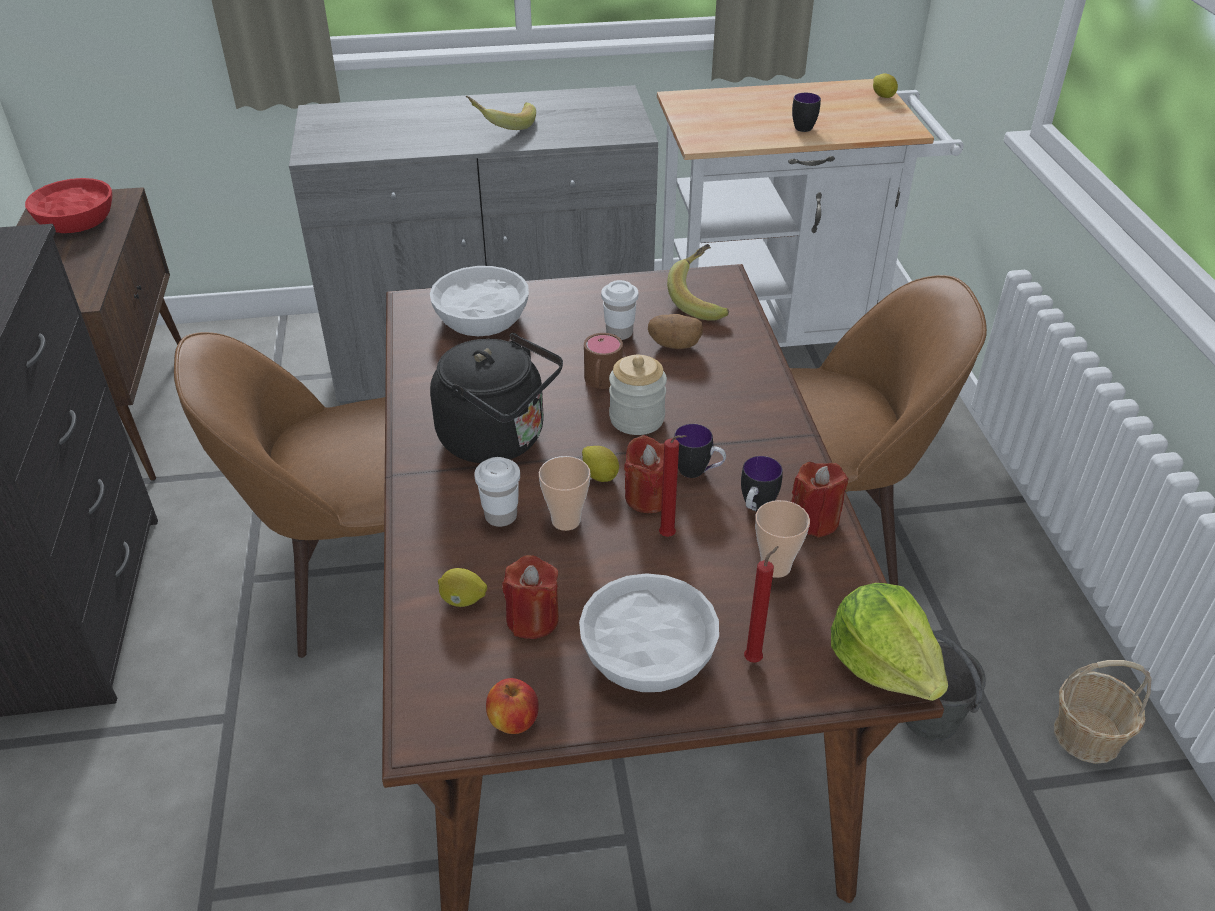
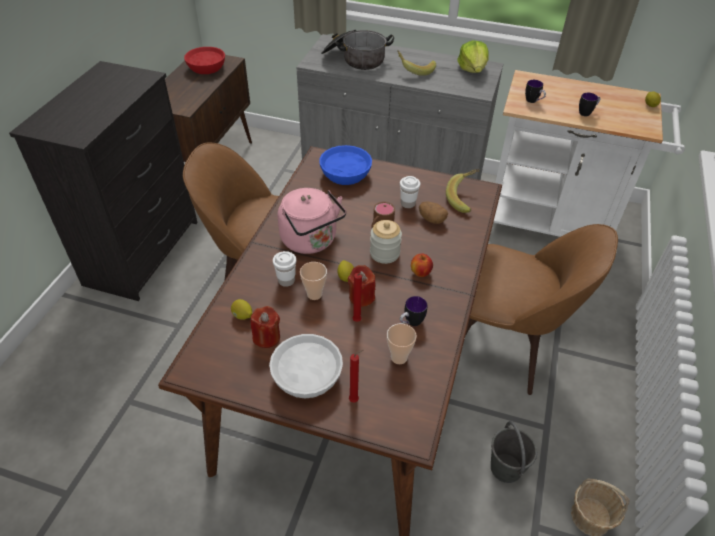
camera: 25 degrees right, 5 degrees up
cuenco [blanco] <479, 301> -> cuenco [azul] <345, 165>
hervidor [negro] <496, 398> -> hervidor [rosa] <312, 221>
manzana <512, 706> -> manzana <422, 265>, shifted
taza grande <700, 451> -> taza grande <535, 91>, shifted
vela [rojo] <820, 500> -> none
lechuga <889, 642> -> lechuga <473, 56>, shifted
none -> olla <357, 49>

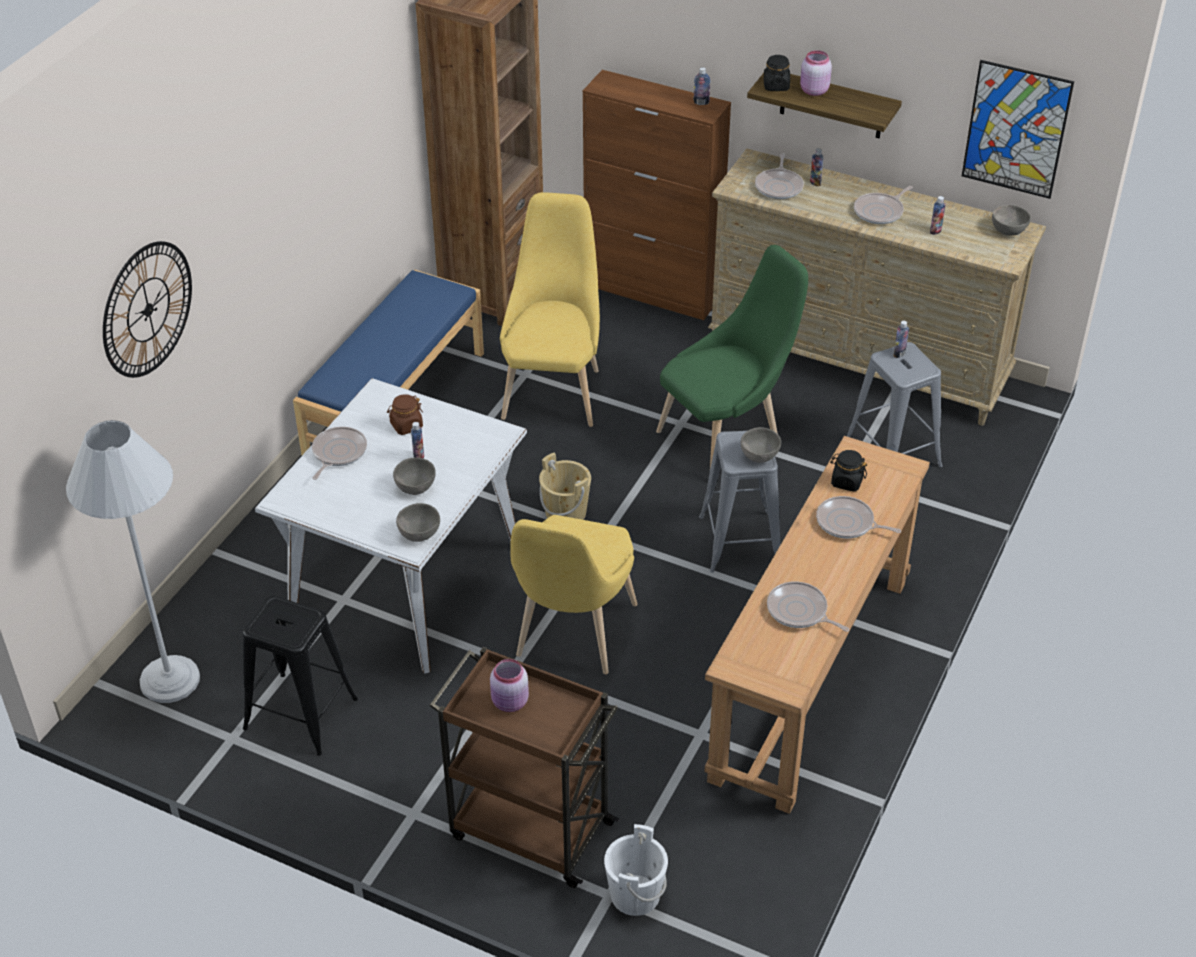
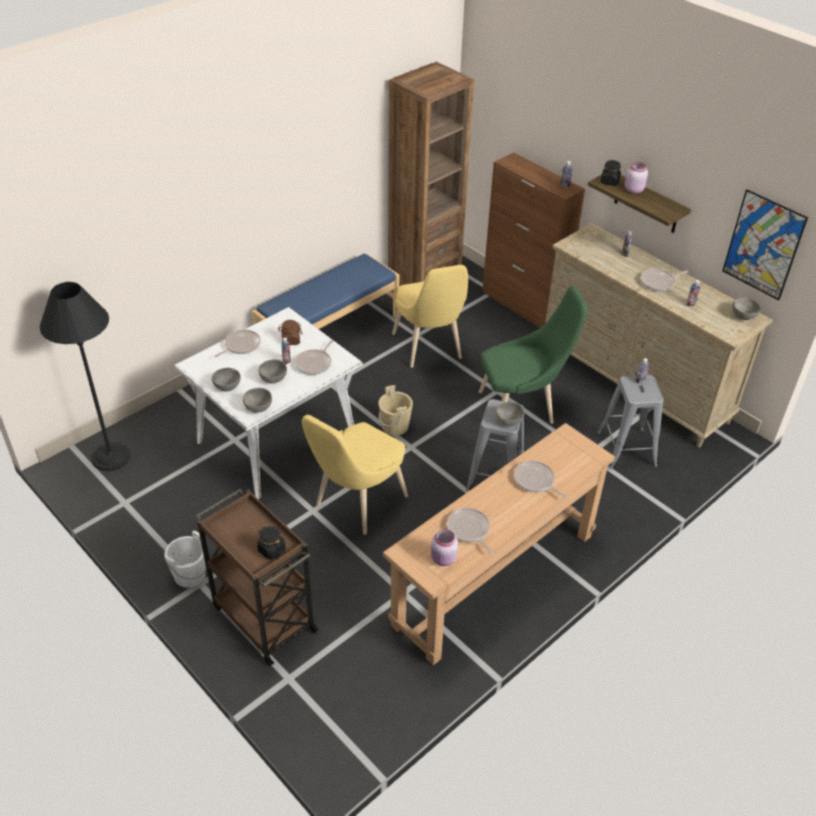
camera: 20 degrees right, 0 degrees up
lámpara de pie [blanco] <133, 561> -> lámpara de pie [negro] <85, 376>
reloj de pared <147, 309> -> none
taburete [negro] <300, 676> -> none
tarro [rosa] <509, 685> -> tarro [rosa] <444, 547>, shifted
silla [amarillo] <550, 309> -> silla [amarillo] <430, 316>, 135 degrees clockwise
cubo [blanco] <636, 870> -> cubo [blanco] <185, 559>, shifted
sartén <779, 176> -> sartén <314, 357>, shifted
tarro [negro] <848, 470> -> tarro [negro] <271, 543>, shifted
none -> cuenco [gris] <226, 379>

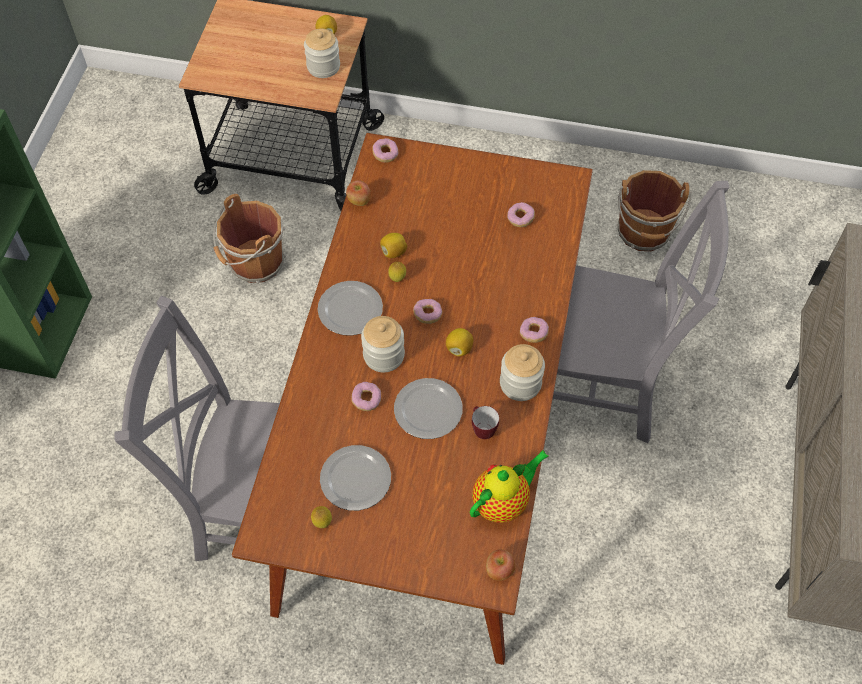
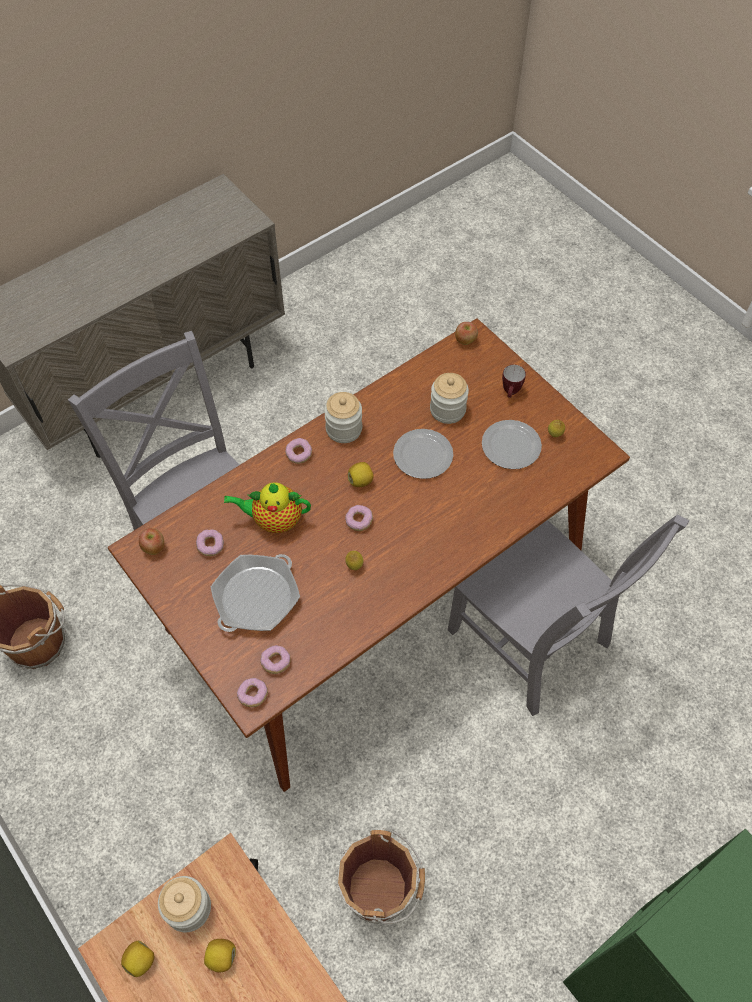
camera: 140 degrees left, 0 degrees up
plato <350, 308> -> none
manzana <358, 193> -> manzana <151, 541>, shifted
rosquilla <366, 396> -> rosquilla <275, 659>, shifted
tarro <383, 344> -> tarro <449, 398>, shifted
limón <393, 245> -> limón <220, 955>, shifted
tetera <509, 486> -> tetera <267, 507>, shifted
taza grande <485, 422> -> taza grande <514, 381>, shifted
none -> sartén <255, 593>

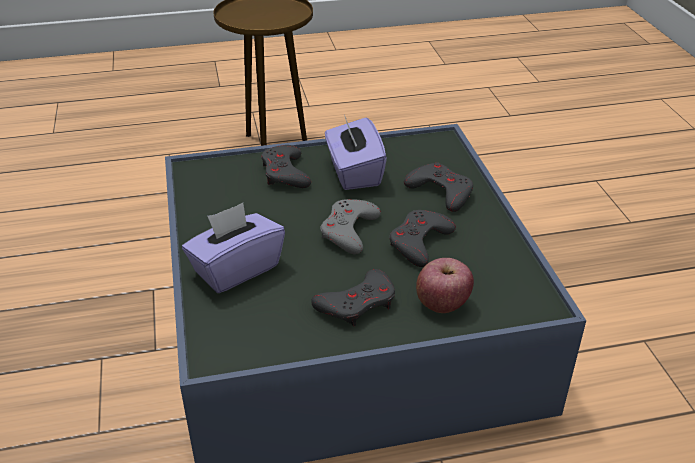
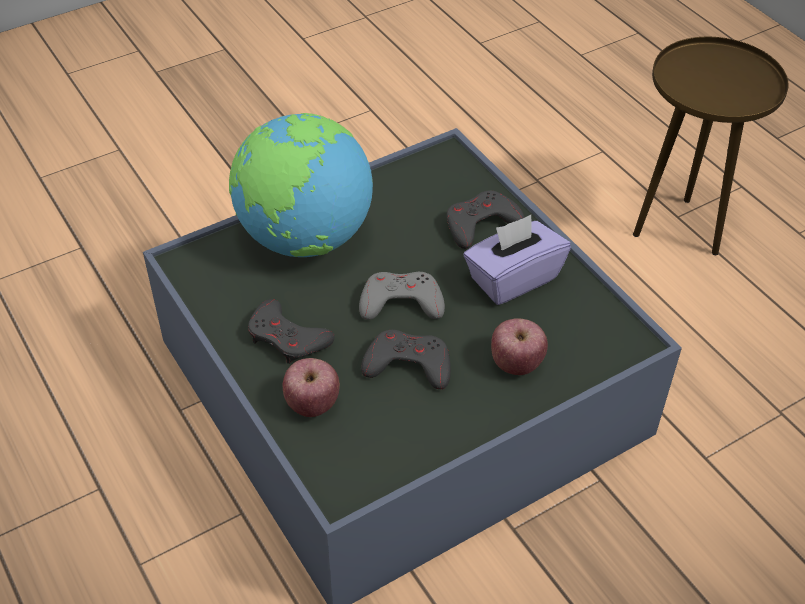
camera: 70 degrees right, 10 degrees up
caja de pañuelos [morado] <233, 248> -> globo terráqueo <301, 185>
mando de consola [gris] <438, 187> -> manzana <519, 346>

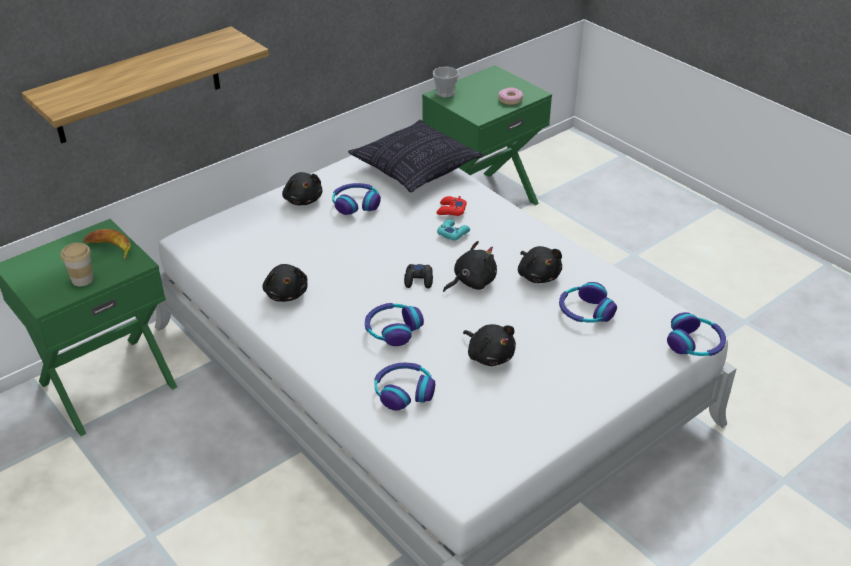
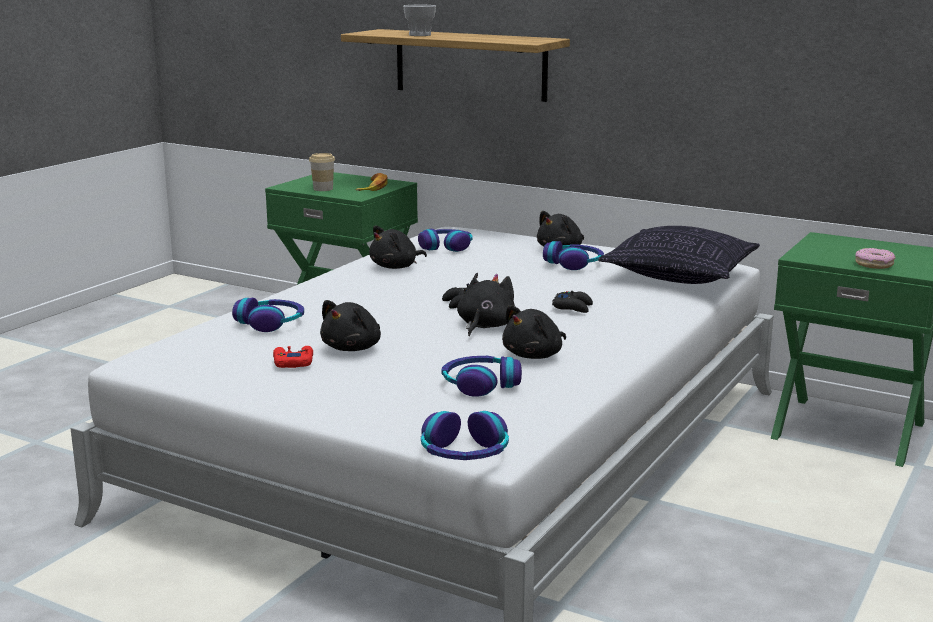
camera: 70 degrees right, 20 degrees down
auriculares <394, 324> -> auriculares <445, 240>, shifted
taza <446, 82> -> taza <419, 20>, shifted
mando de consola [rojo] <452, 206> -> mando de consola [rojo] <293, 357>, shifted
mando de consola [turquesa] <453, 230> -> mando de consola [negro] <572, 302>
peluche [negro] <470, 266> -> peluche [negro] <486, 304>, 105 degrees counterclockwise

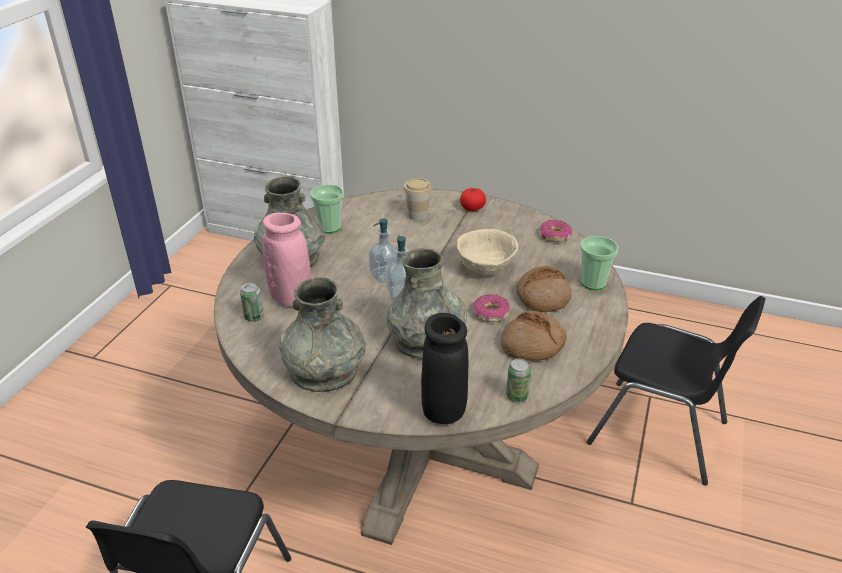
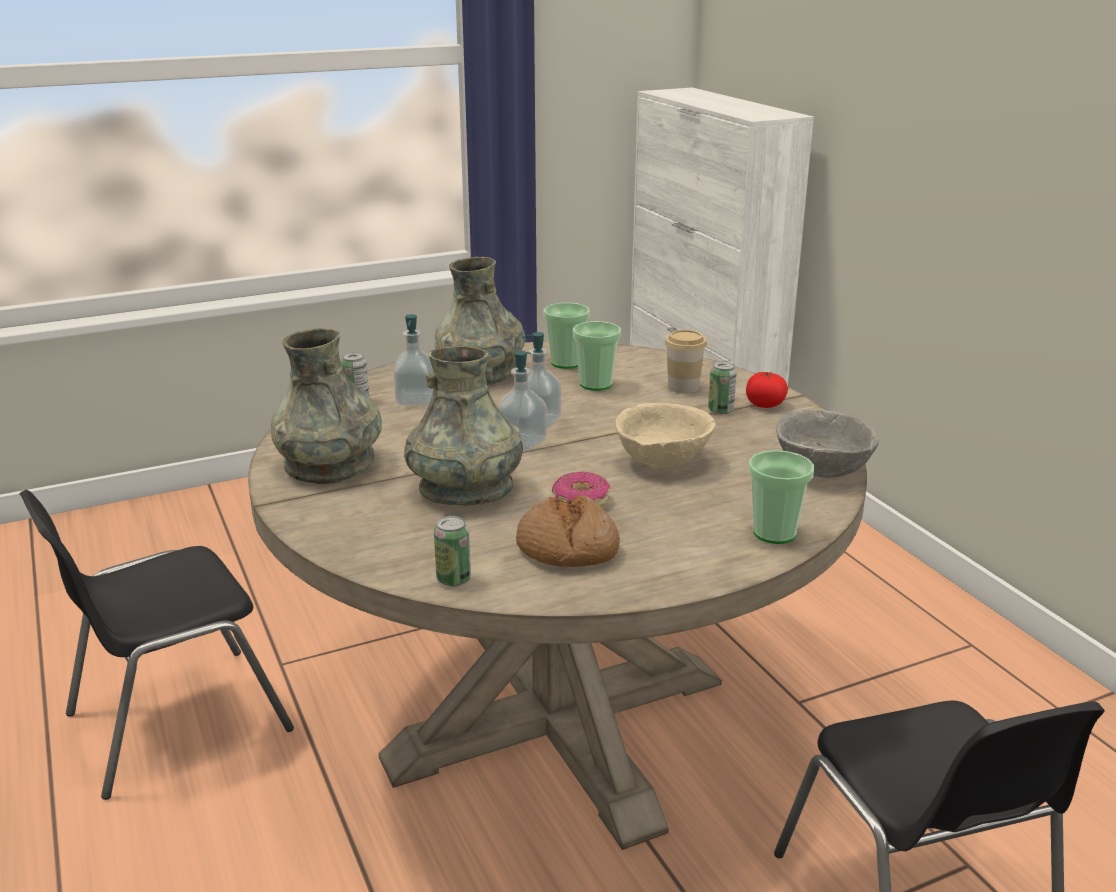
camera: 45 degrees right, 10 degrees down
florero [rosa] <287, 260> -> dispensador de jabón <413, 360>
florero [negro] <444, 368> -> none
pan <544, 289> -> none
rosquilla <556, 231> -> cuenco [gris] <827, 443>
none -> taza <597, 356>
none -> lata <722, 387>

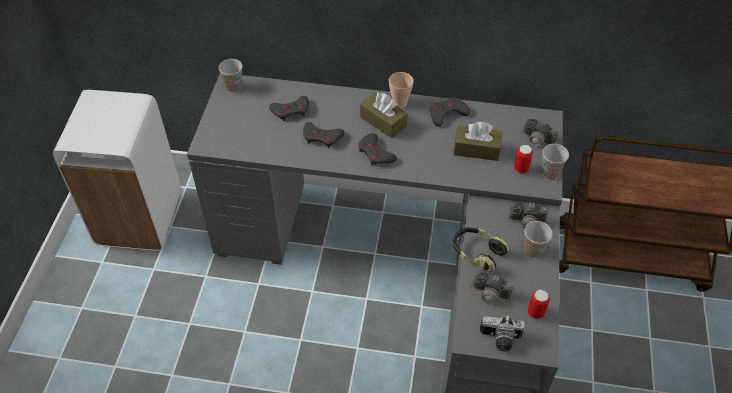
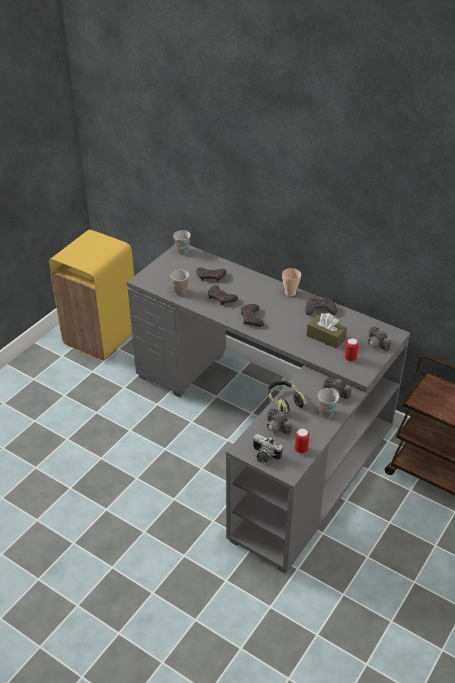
camera: 25 degrees right, 10 degrees down
papelera [blanco] <117, 170> -> papelera [amarillo] <91, 295>
caja de pañuelos [marrón] <384, 115> -> none
taza <555, 161> -> taza <180, 283>, shifted

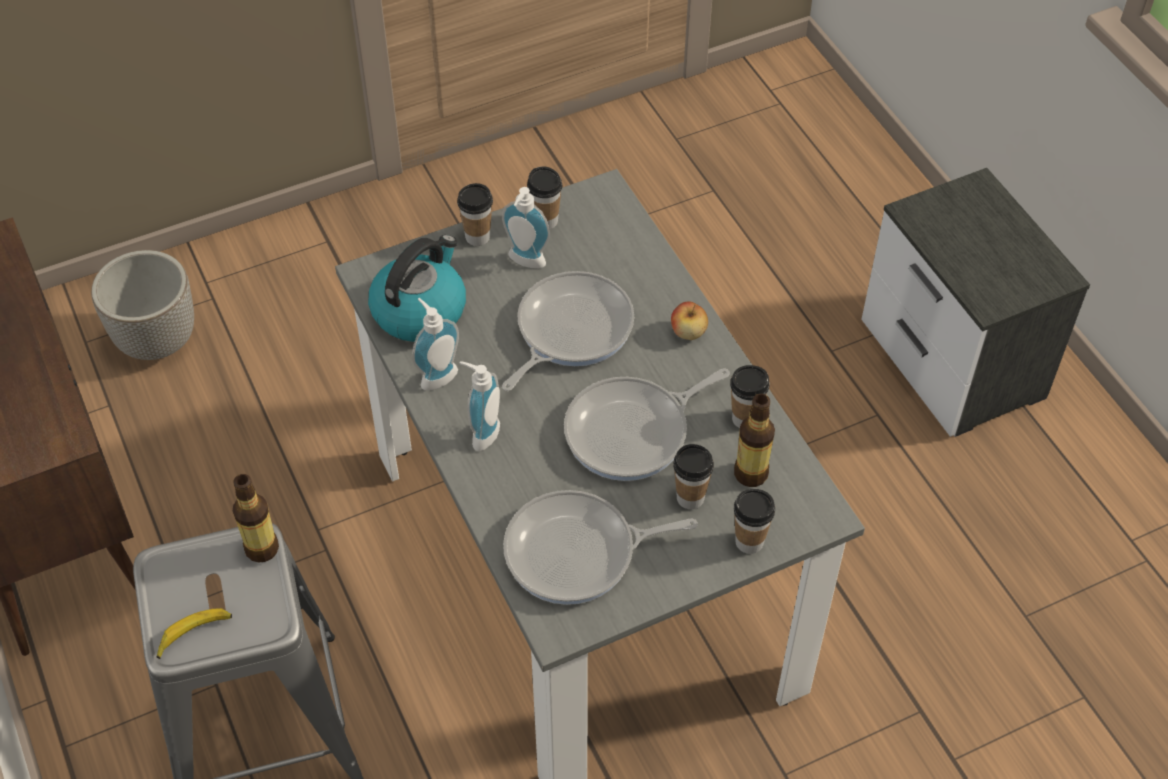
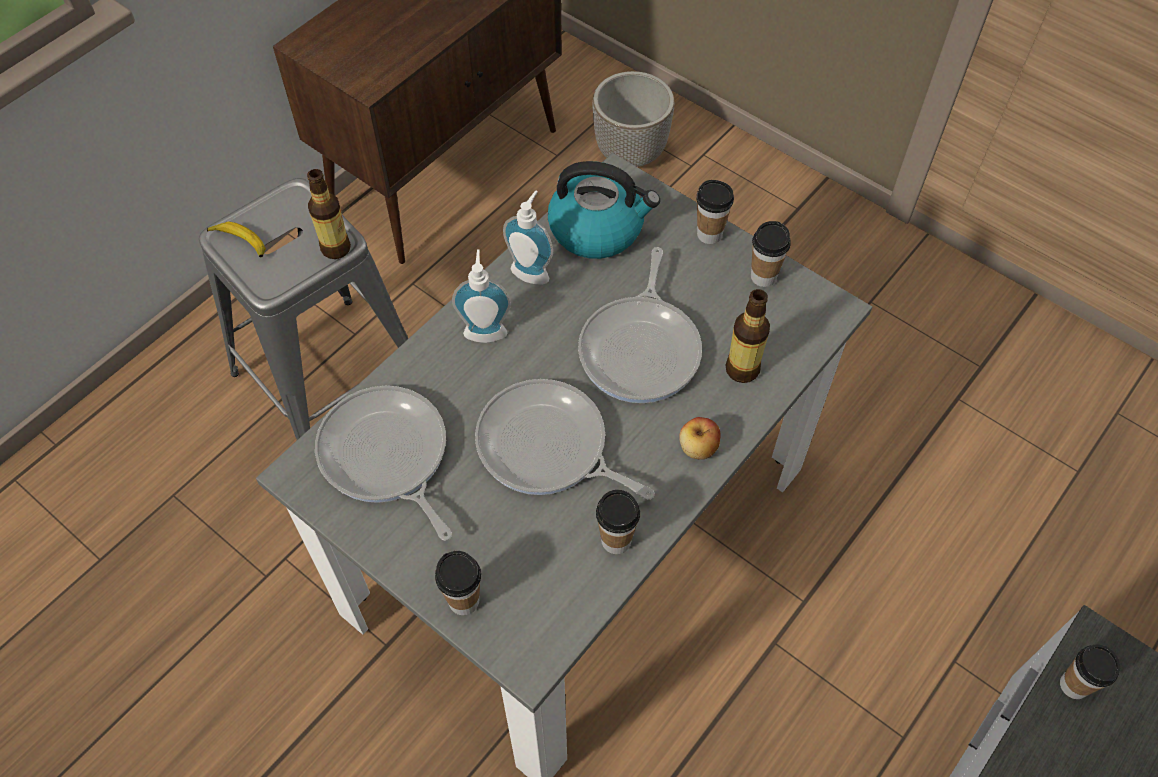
camera: 65 degrees right, 5 degrees up
dispensador de jabón <526, 227> -> none
sartén <568, 331> -> sartén <640, 325>, 90 degrees clockwise
taza <693, 476> -> taza <1090, 671>, shifted
botella <754, 440> -> botella <747, 336>, shifted

